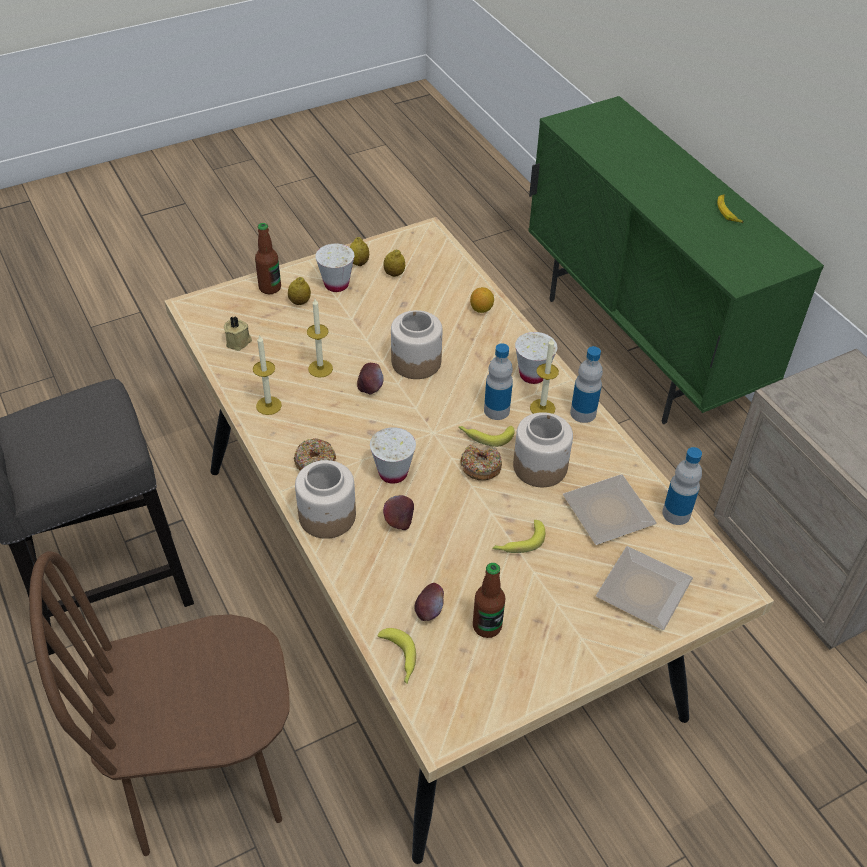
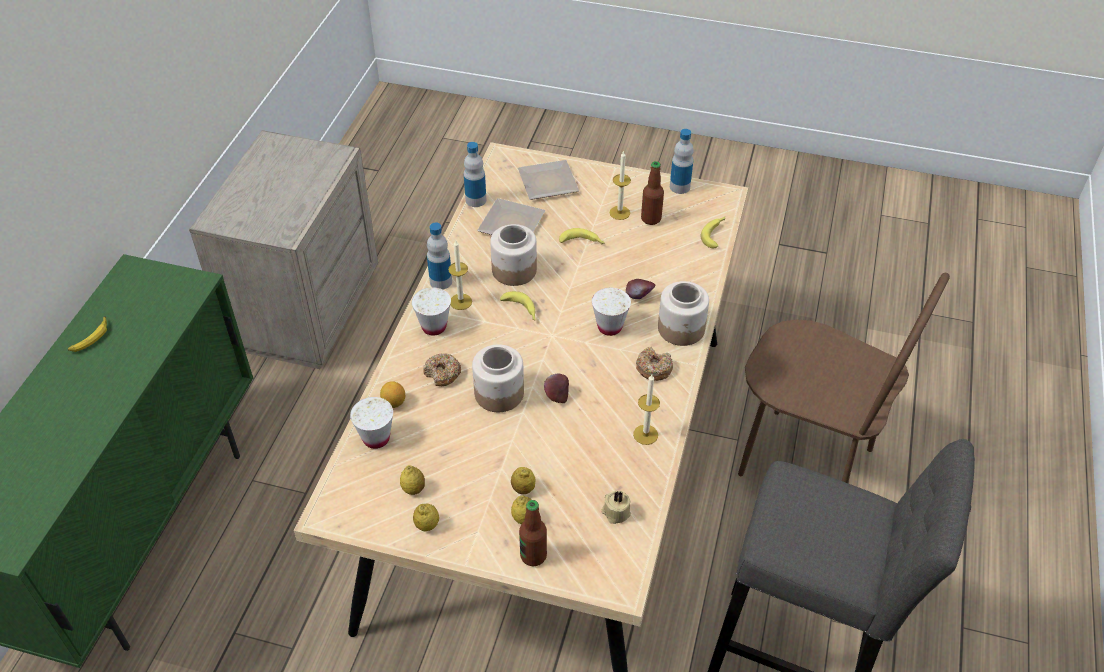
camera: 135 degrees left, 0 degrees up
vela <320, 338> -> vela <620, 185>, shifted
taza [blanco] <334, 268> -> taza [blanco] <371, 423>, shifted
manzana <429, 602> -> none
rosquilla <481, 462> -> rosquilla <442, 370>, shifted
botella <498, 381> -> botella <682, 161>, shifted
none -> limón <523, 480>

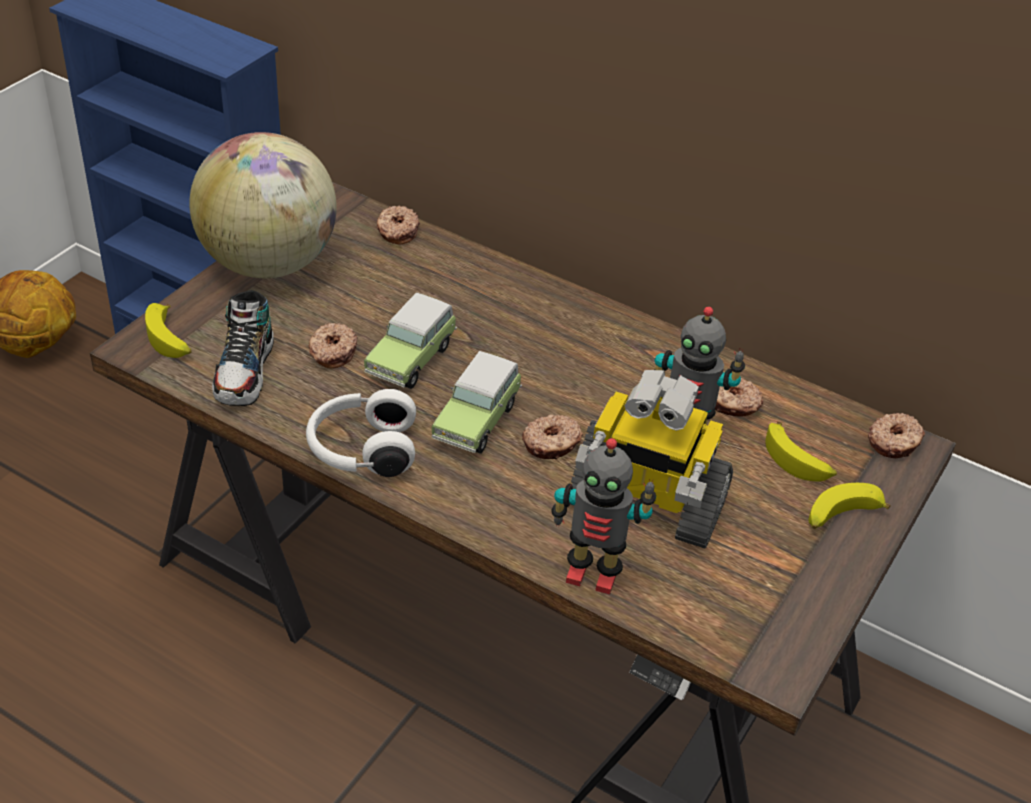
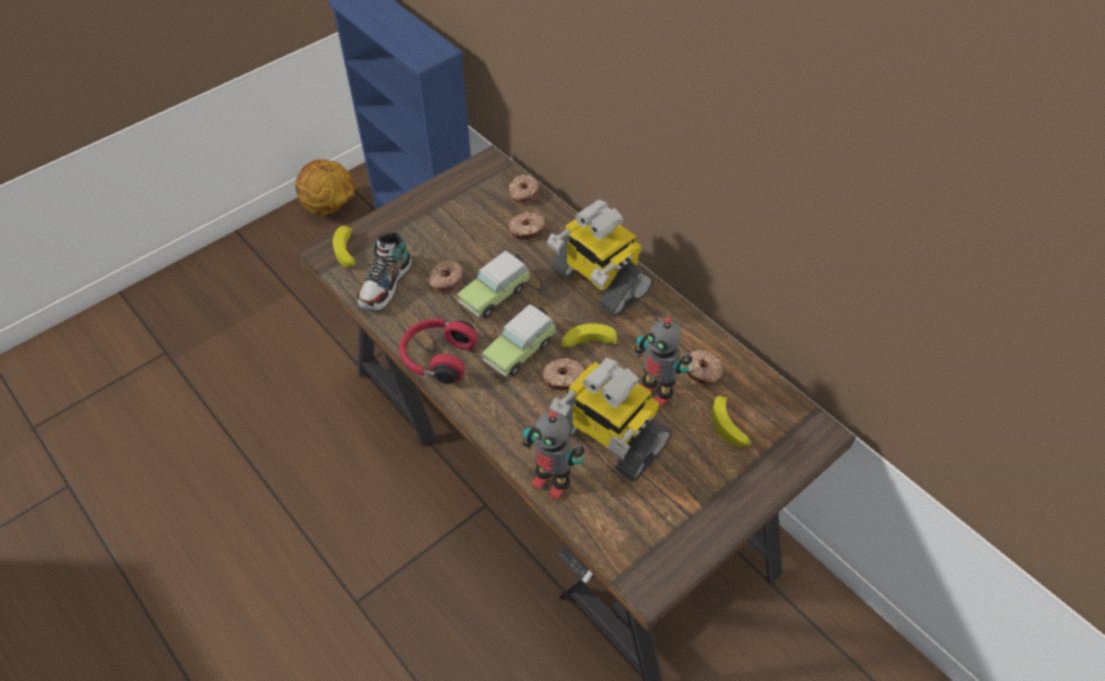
camera: 20 degrees right, 10 degrees up
globo terráqueo <263, 205> -> none
auriculares [blanco] <361, 433> -> auriculares [rojo] <438, 351>
plátano <849, 506> -> plátano <590, 335>, shifted
rosquilla <896, 435> -> rosquilla <527, 226>, shifted
none -> robot de juguete <600, 258>

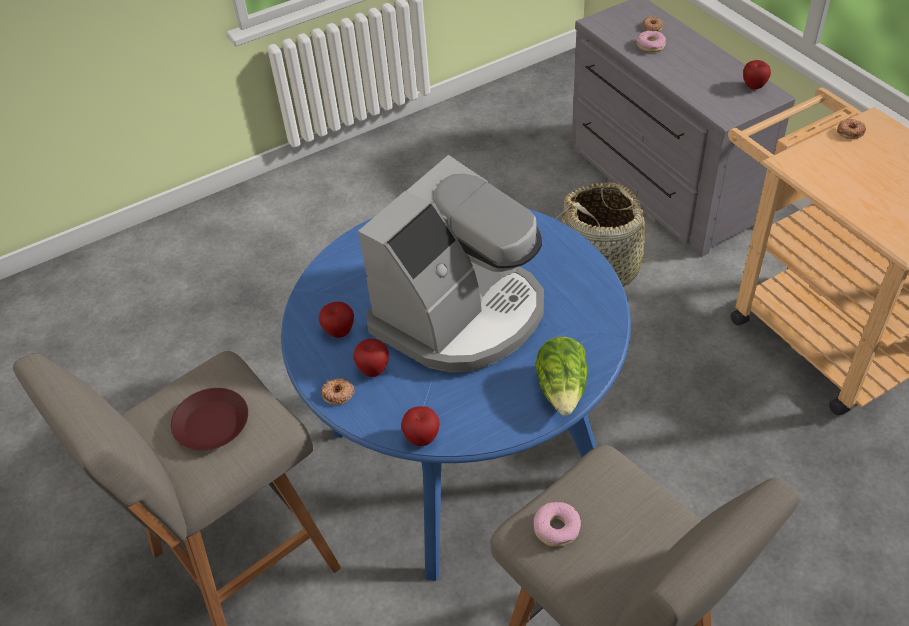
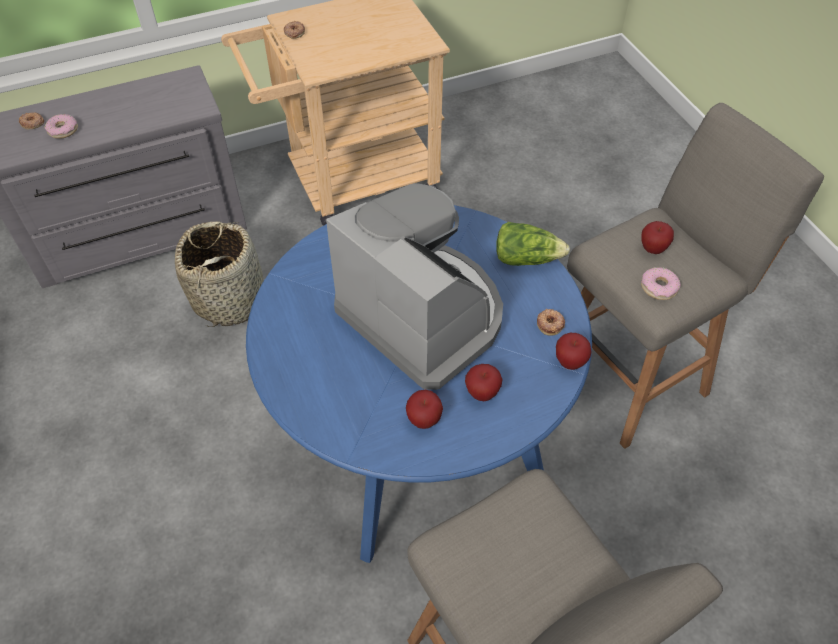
camera: 85 degrees left, 5 degrees up
plato [marrón] <209, 419> -> none
rosquilla <337, 391> -> rosquilla <551, 322>, shifted
manzana <757, 74> -> manzana <657, 237>, shifted

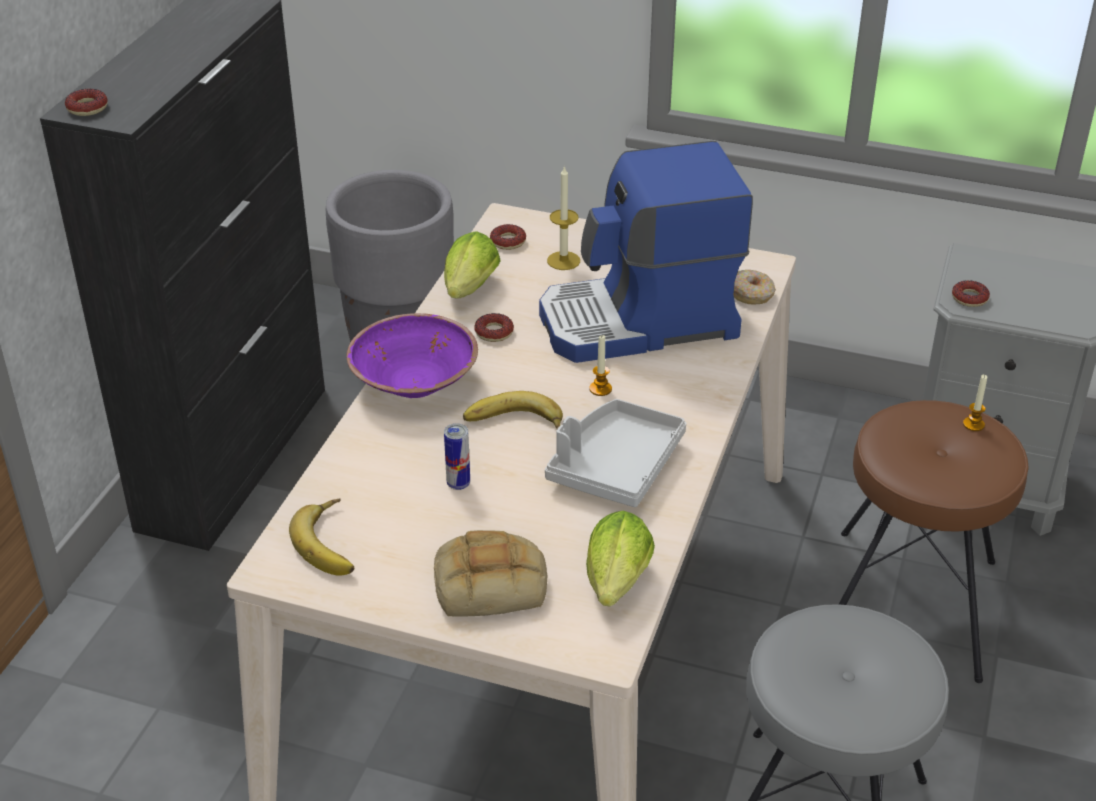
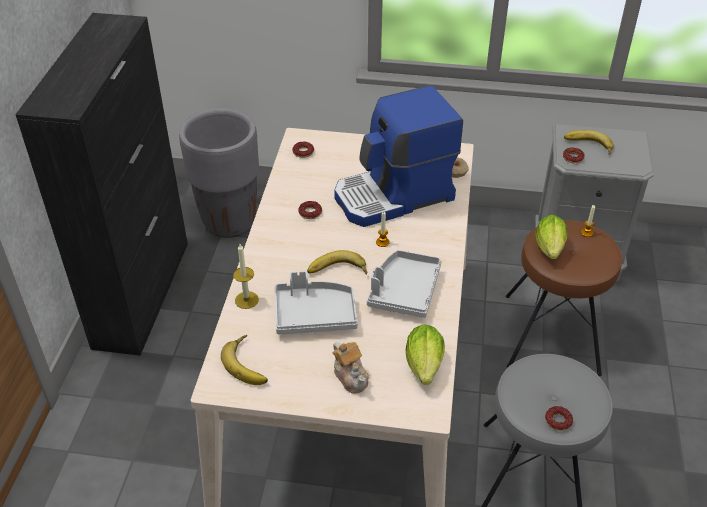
camera: 10 degrees left, 5 degrees up
rosquilla <86, 102> -> rosquilla <559, 418>, shifted
cuenco [morado] <412, 355> -> none
pan <491, 573> -> tetera <350, 368>
lechuga <472, 265> -> lechuga <551, 237>, shifted
lata <457, 456> -> bandeja [gris] <316, 302>
vela <563, 217> -> vela <246, 276>, shifted
none -> plátano <589, 142>

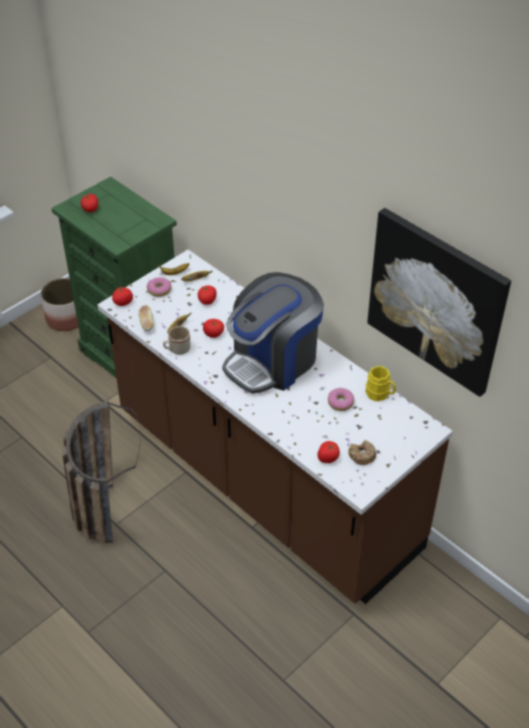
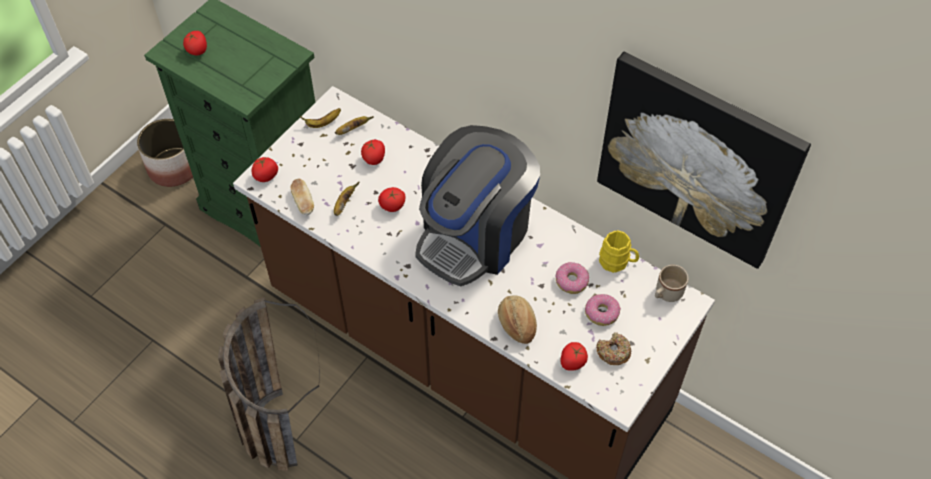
camera: 10 degrees left, 10 degrees up
rosquilla <159, 287> -> rosquilla <603, 310>, shifted
taza grande [beis] <177, 340> -> taza grande [beis] <671, 283>, shifted
none -> pan <517, 319>

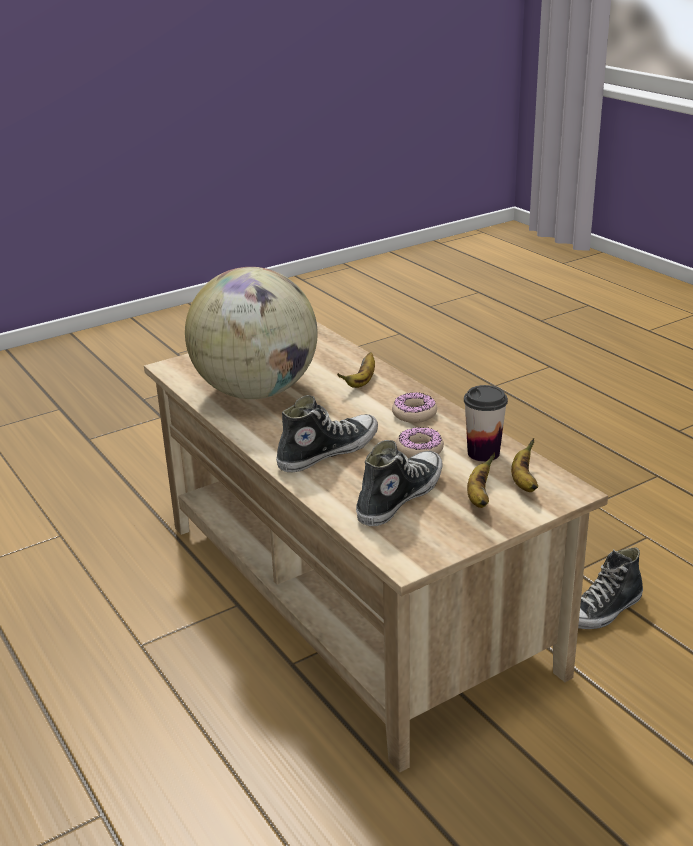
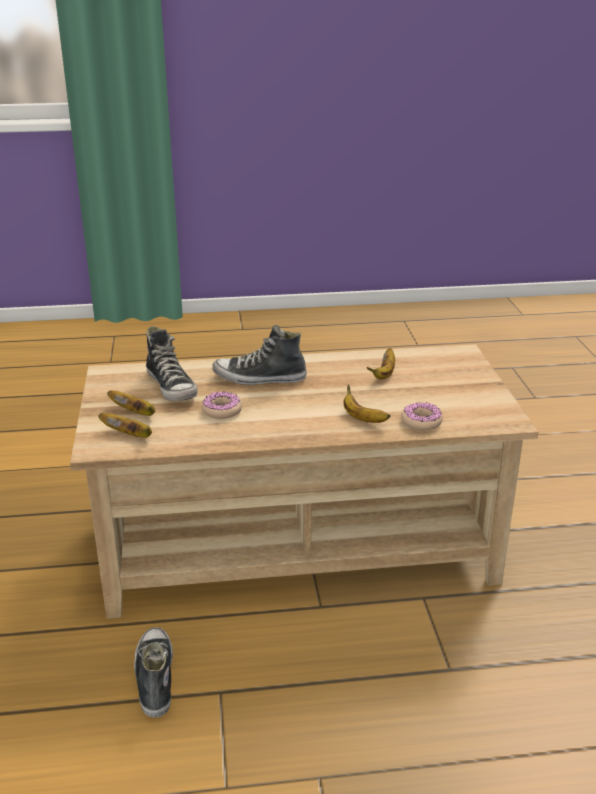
camera: 115 degrees right, 0 degrees up
globo terráqueo <251, 333> -> plátano <381, 363>
zapato <327, 434> -> zapato <259, 355>, 105 degrees clockwise
rosquilla <414, 407> -> rosquilla <422, 416>, shifted
taza <486, 423> -> none

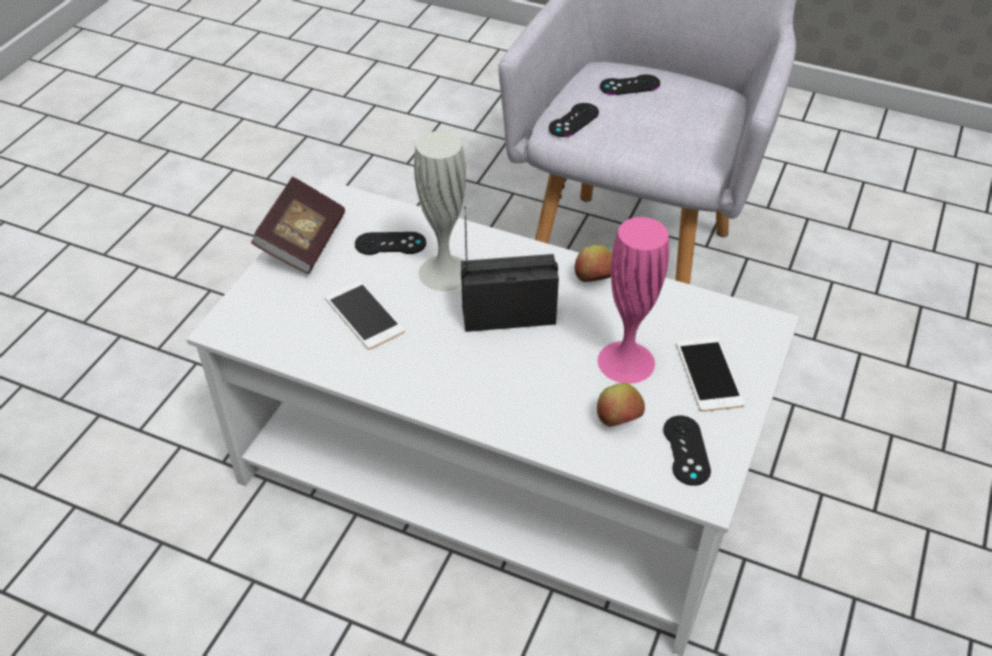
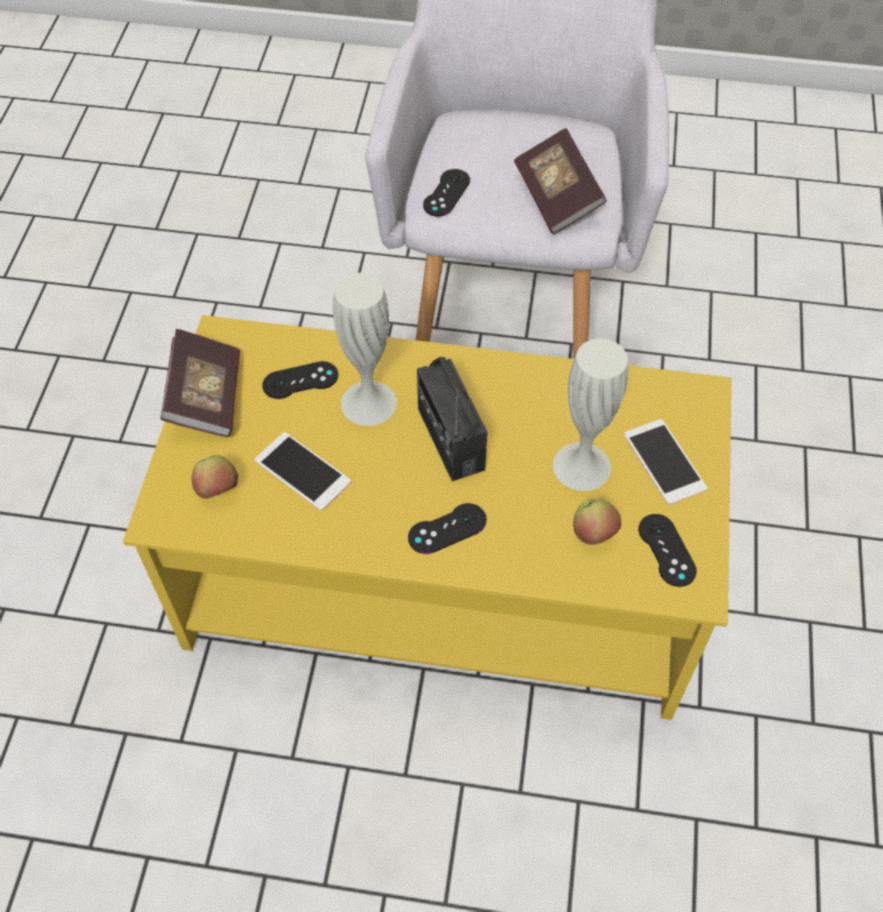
camera: 15 degrees left, 10 degrees up
mesa de centro [blanco] <493, 418> -> mesa de centro [amarillo] <427, 517>
radio <510, 269> -> radio <452, 419>, 90 degrees counterclockwise
manzana <593, 263> -> manzana <215, 477>, shifted
florero [rosa] <633, 300> -> florero [blanco] <590, 414>
mando de consola [negro] <630, 84> -> mando de consola [negro] <447, 528>, shifted
none -> libro <560, 181>

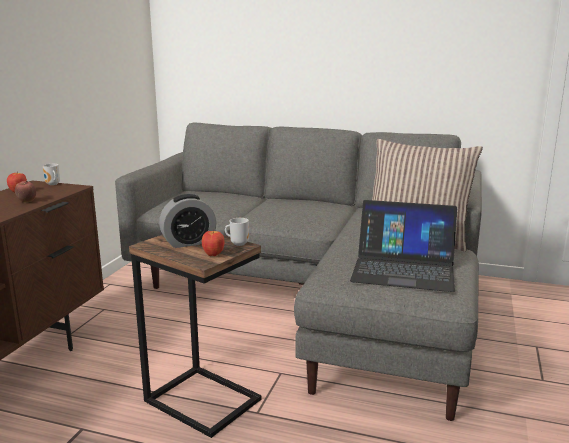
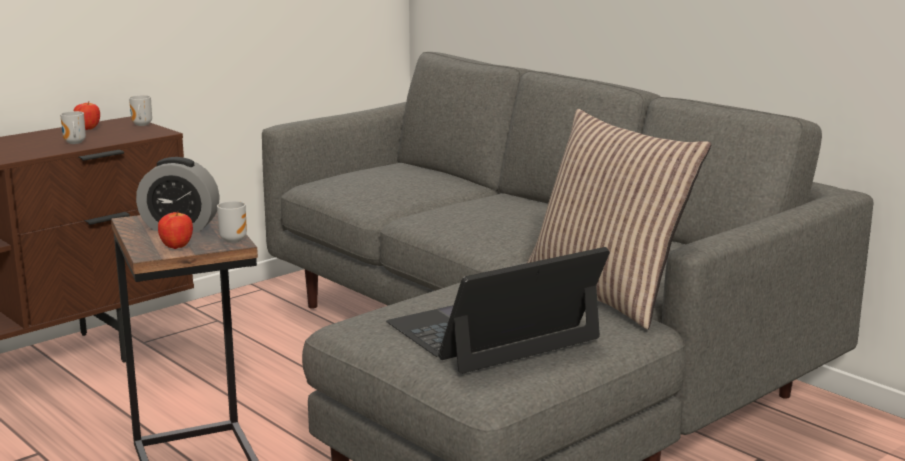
camera: 30 degrees right, 0 degrees up
manzana <25, 192> -> taza grande <73, 127>
portátil <403, 246> -> portátil <498, 310>, 105 degrees clockwise

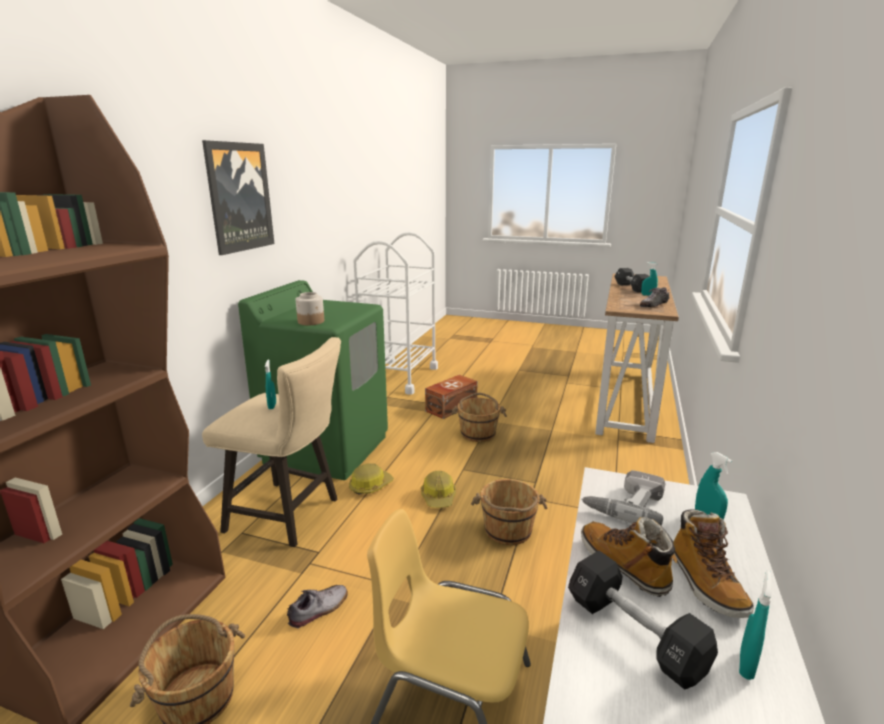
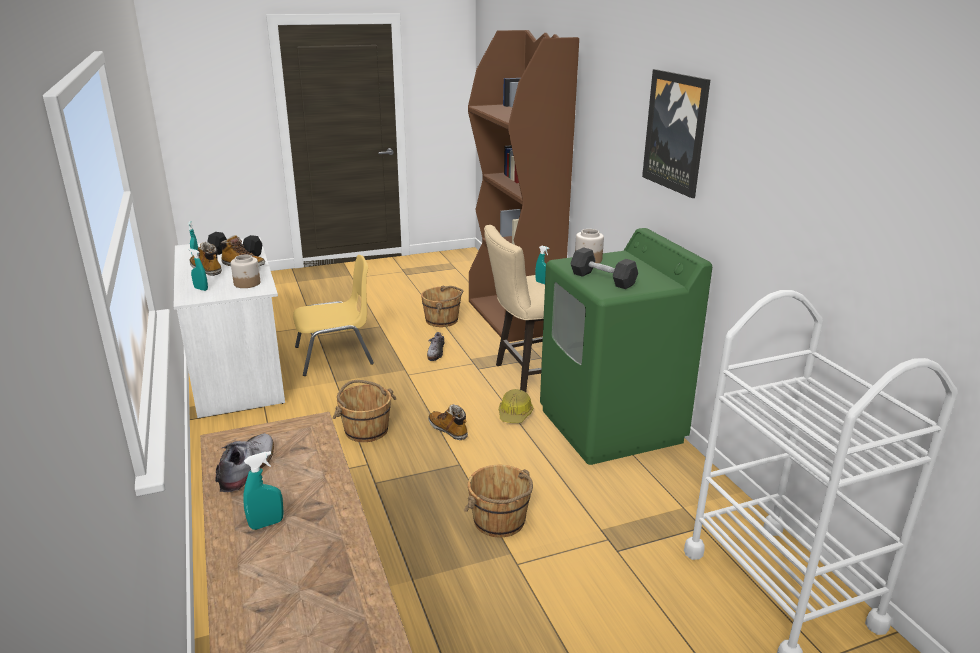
camera: 140 degrees right, 5 degrees up
casco <438, 489> -> bota <448, 422>
caja de almacenaje [marrón] <451, 397> -> none
taladro <623, 498> -> tarro <245, 271>
mancuerna [negro] <631, 280> -> mancuerna [negro] <604, 268>, shifted

